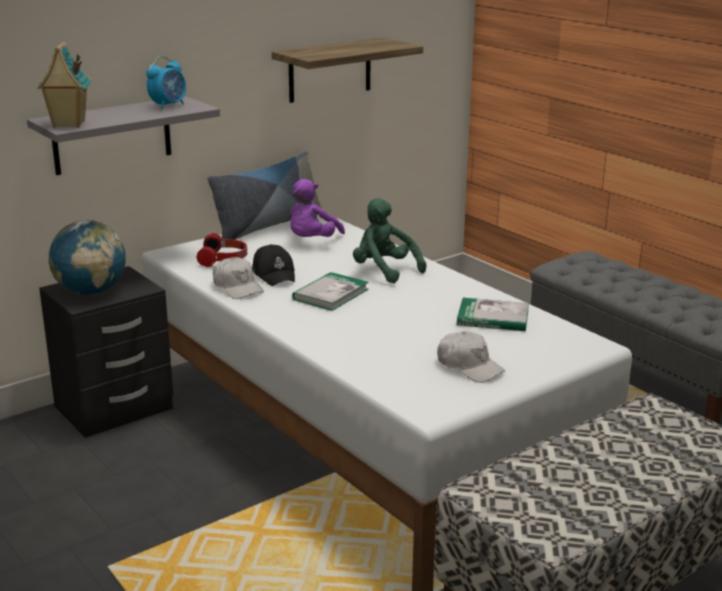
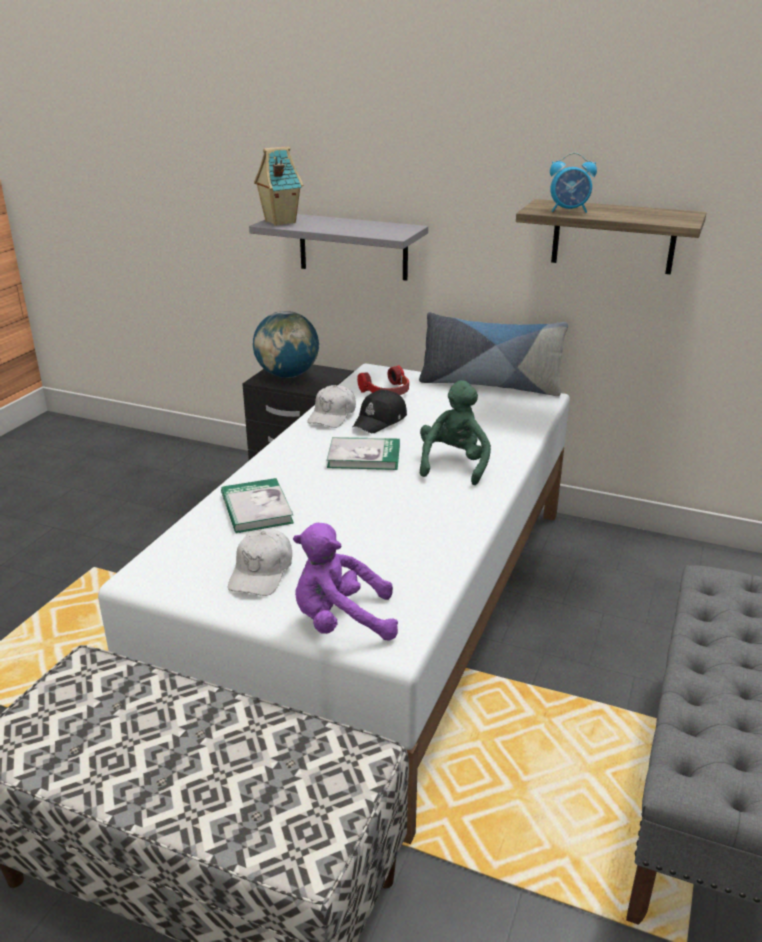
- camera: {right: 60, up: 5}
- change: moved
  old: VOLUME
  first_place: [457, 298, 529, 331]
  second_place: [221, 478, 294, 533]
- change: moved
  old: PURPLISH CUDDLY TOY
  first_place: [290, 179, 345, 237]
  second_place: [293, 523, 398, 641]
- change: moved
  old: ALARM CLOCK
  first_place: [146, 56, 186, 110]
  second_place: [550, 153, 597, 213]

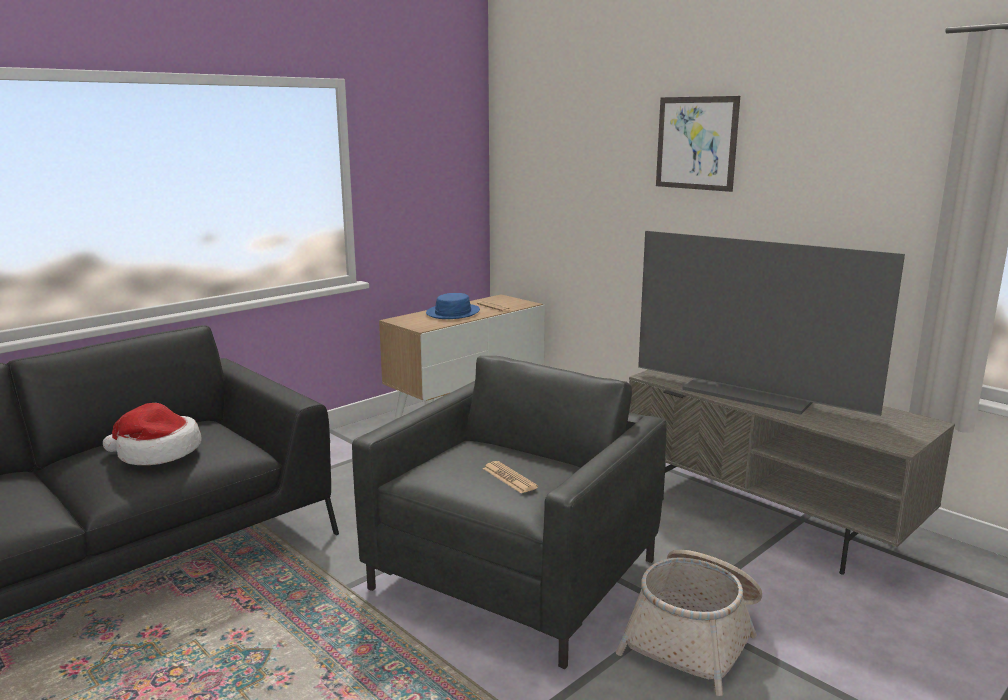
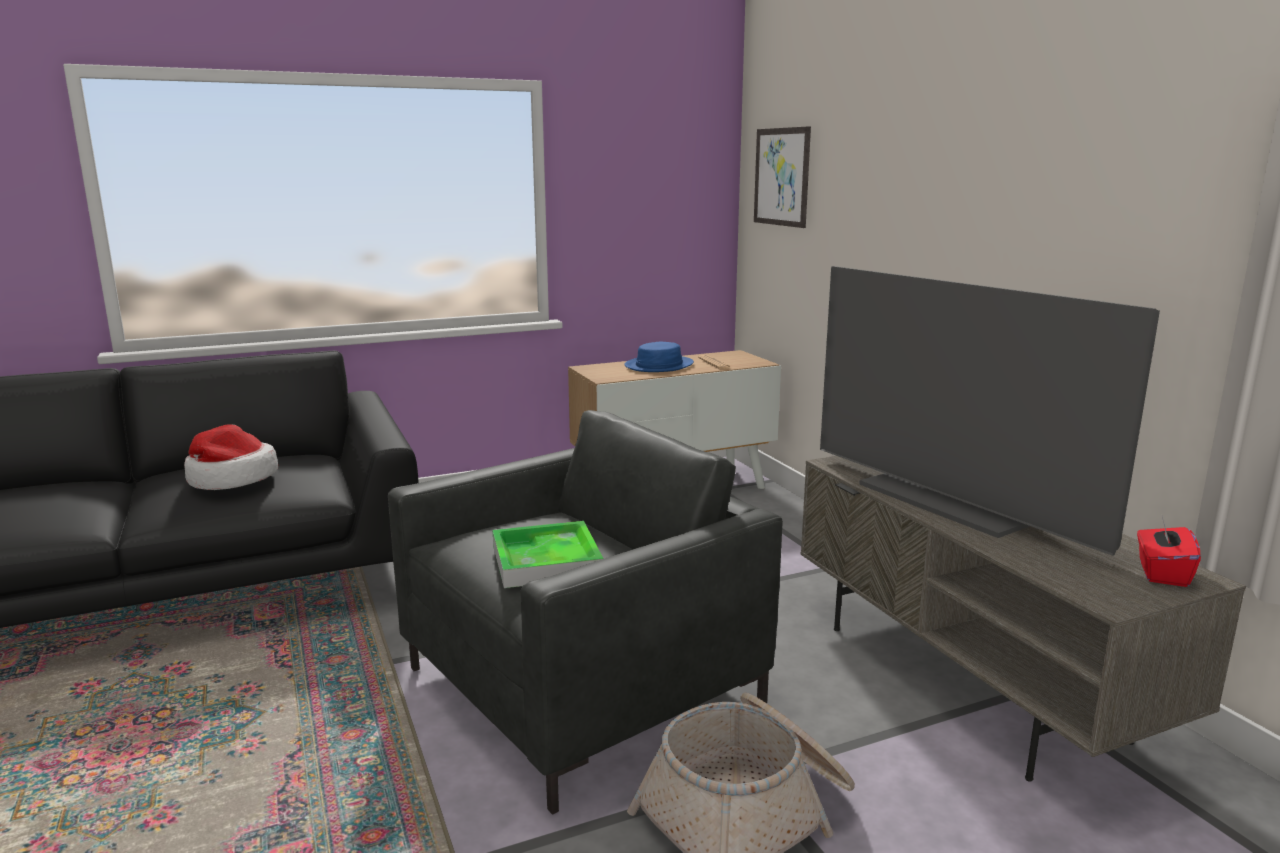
- camera: {right: 20, up: 0}
- change: replaced
  old: PRINTED PAPER
  new: CARRYING TRAY
  first_place: [483, 461, 538, 494]
  second_place: [493, 521, 604, 588]
- change: moved
  old: WALL ART
  first_place: [656, 96, 740, 192]
  second_place: [754, 126, 811, 228]
- change: added
  new: RED-COLOURED BOX OF TISSUES
  second_place: [1137, 516, 1201, 587]

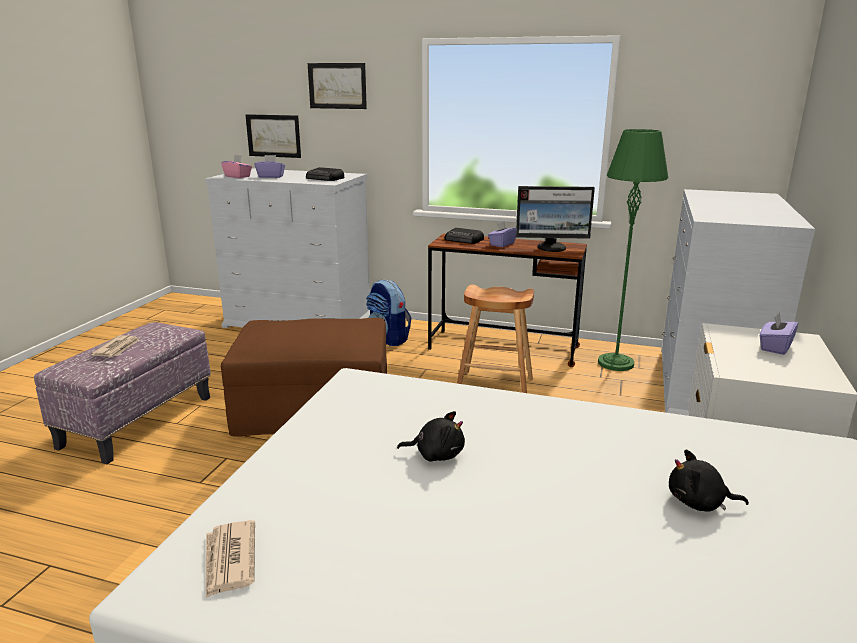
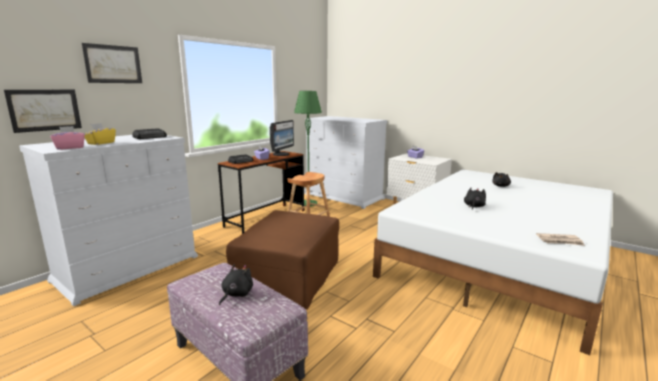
- camera: {right: -70, up: -5}
- change: recoloured
  old: PURPLISH BOX OF TISSUES
  new: YELLOW BOX OF TISSUES
  first_place: [255, 155, 285, 178]
  second_place: [84, 123, 116, 145]
- change: replaced
  old: PRINTED PAPER
  new: BLACK CUDDLY TOY
  first_place: [91, 335, 139, 357]
  second_place: [219, 264, 253, 305]
- change: removed
  old: BACKPACK
  first_place: [366, 279, 411, 346]

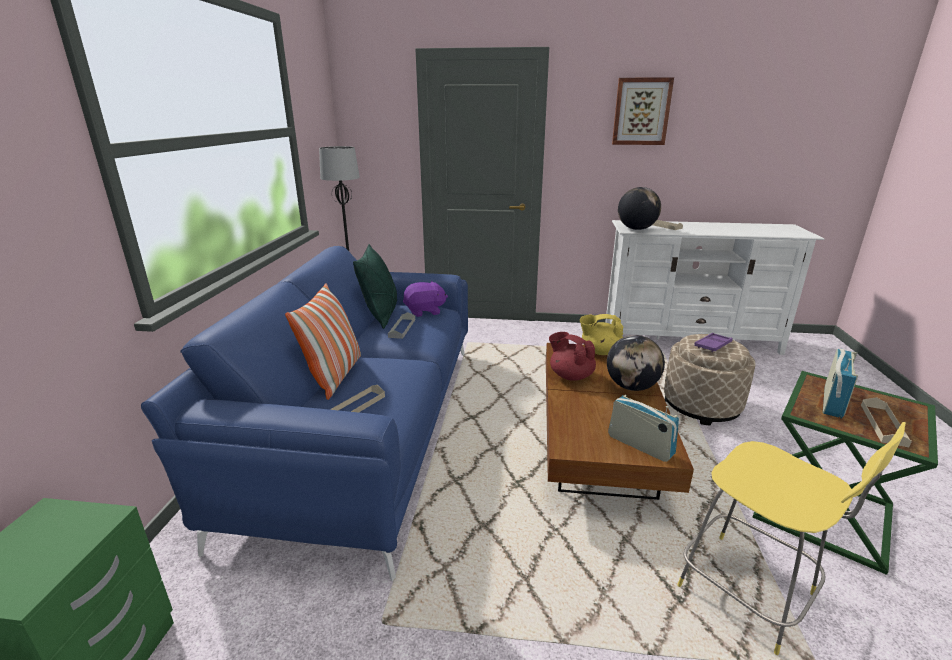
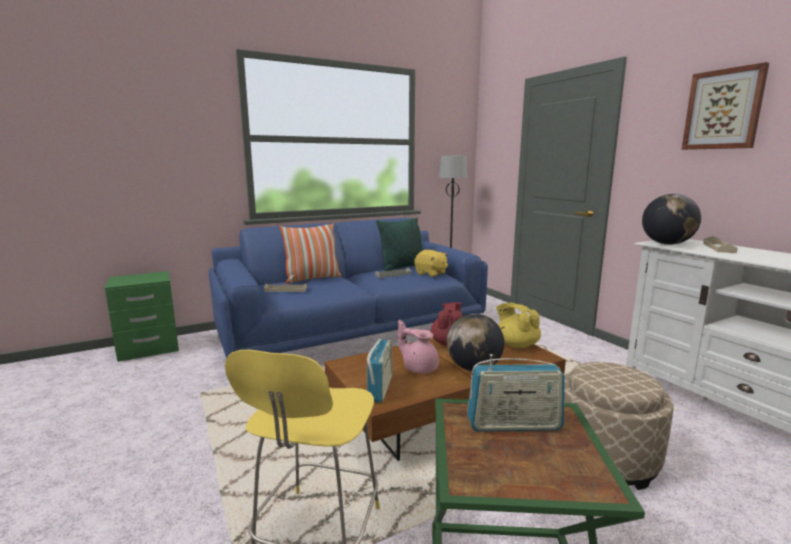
- camera: {right: 55, up: -10}
- change: added
  new: PINK-COLOURED TEAPOT
  second_place: [398, 320, 439, 374]
- change: recoloured
  old: PURPLISH CUDDLY TOY
  new: YELLOW CUDDLY TOY
  first_place: [403, 281, 448, 317]
  second_place: [414, 250, 448, 277]
- change: removed
  old: PURPLISH CARRYING TRAY
  first_place: [694, 333, 733, 352]
- change: removed
  old: BEIGE CARRYING TRAY
  first_place: [861, 397, 912, 447]

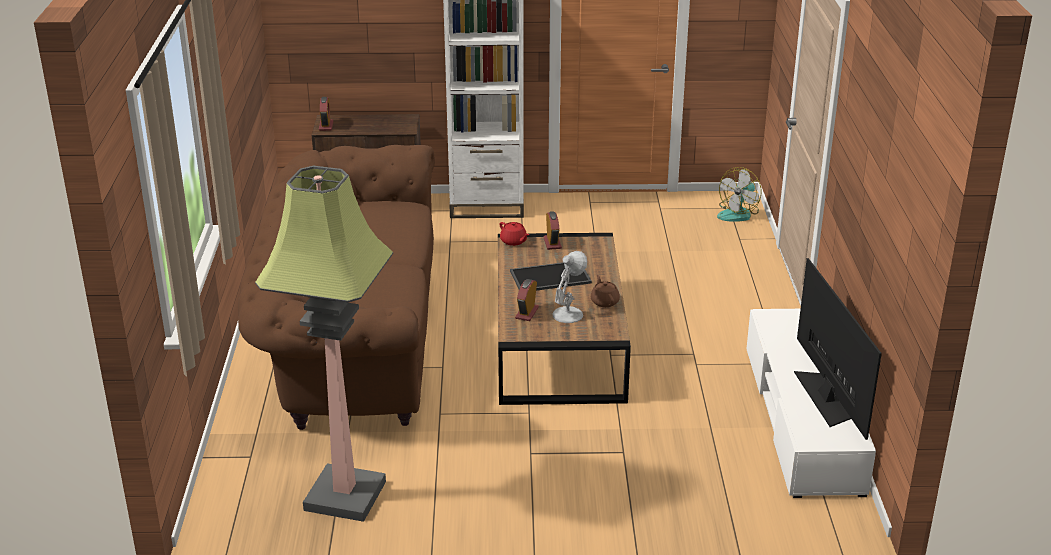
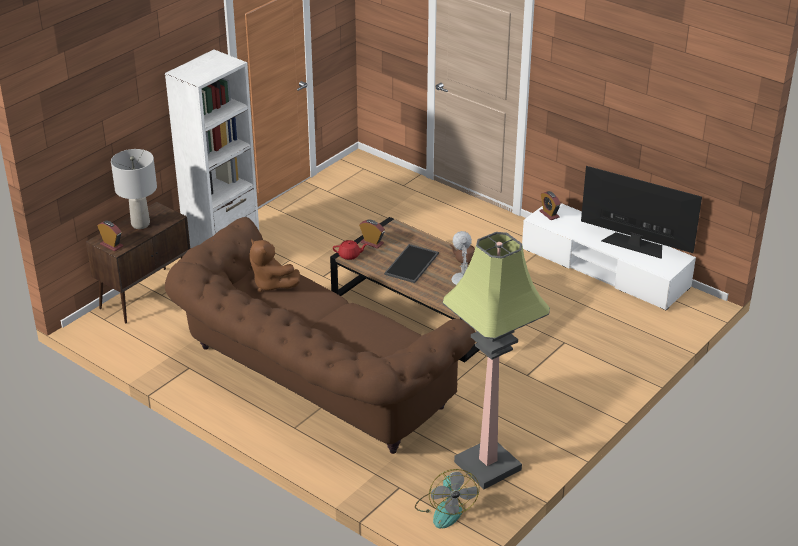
- camera: {right: -50, up: 5}
- change: added
  new: GREY TABLE LAMP
  second_place: [111, 149, 157, 229]
- change: added
  new: BROWN CUDDLY TOY
  second_place: [249, 239, 300, 292]
- change: moved
  old: COOLING FAN
  first_place: [717, 167, 761, 222]
  second_place: [415, 469, 479, 529]
- change: moved
  old: ALARM CLOCK
  first_place: [515, 279, 539, 321]
  second_place: [540, 191, 561, 220]

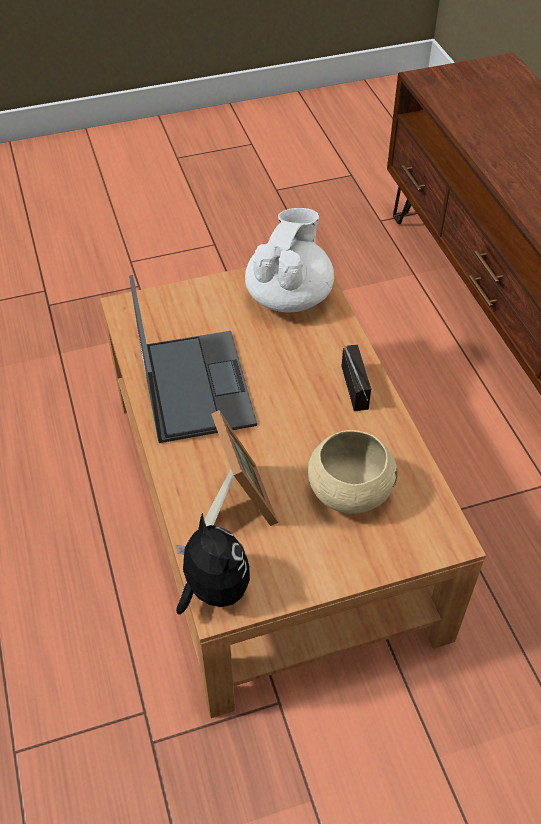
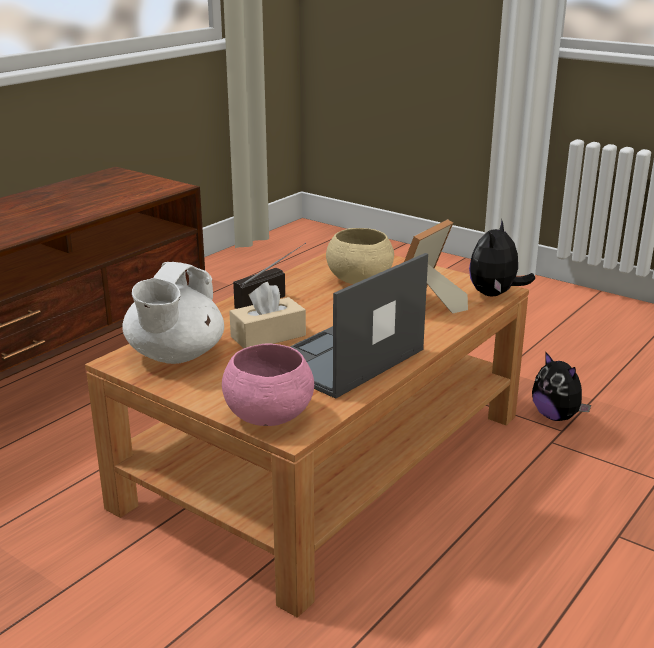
- camera: {right: -125, up: -25}
- change: turned
  old: WHITE-COLOURED TEAPOT
  first_place: [245, 208, 334, 312]
  second_place: [122, 262, 224, 364]
  degrees: -60
- change: added
  new: PINK-COLOURED DEEP DISH
  second_place: [222, 344, 314, 426]
- change: added
  new: BEIGE BOX OF TISSUES
  second_place: [229, 282, 306, 348]
- change: added
  new: CUDDLY TOY
  second_place: [532, 351, 591, 421]

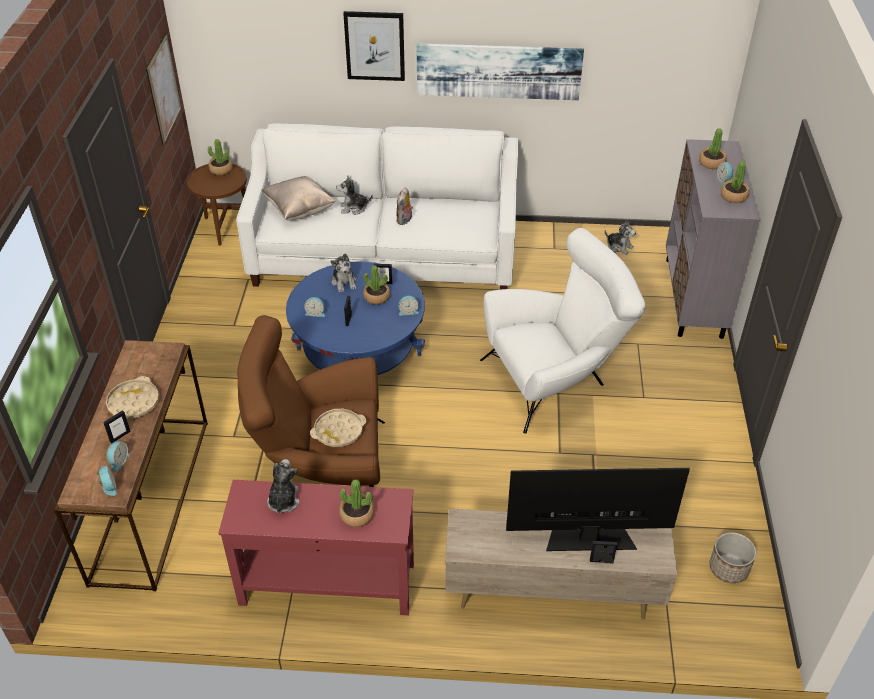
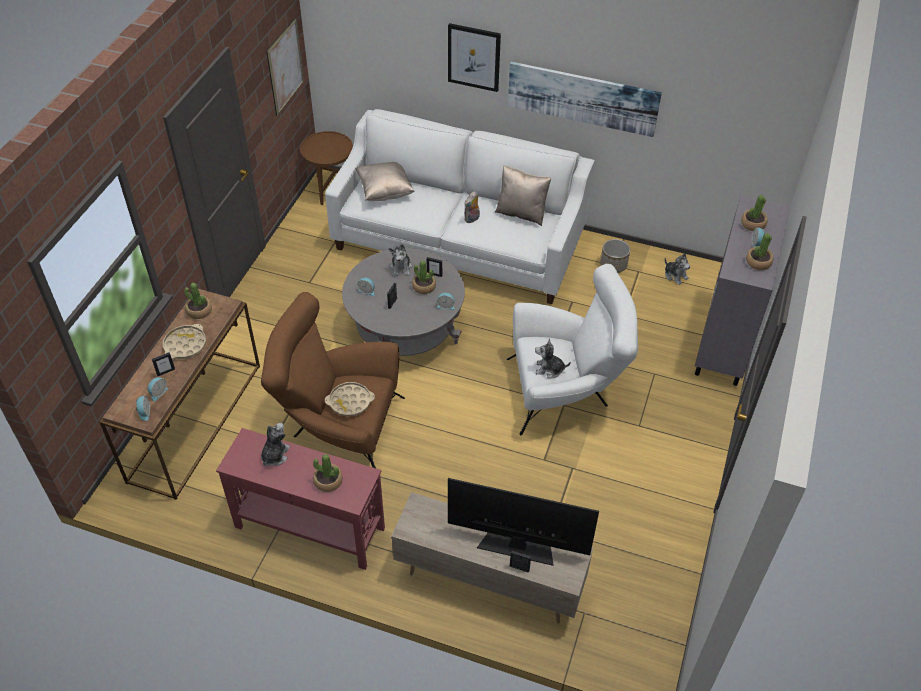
- camera: {right: 15, up: 5}
- change: moved
  old: HOUSEPLANT
  first_place: [208, 139, 233, 175]
  second_place: [184, 283, 212, 319]
- change: recoloured
  old: BLUE-COLOURED LOW TABLE
  new: GREY LOW TABLE
  first_place: [286, 261, 425, 375]
  second_place: [342, 248, 465, 356]
- change: added
  new: BEIGE CUSHION
  second_place: [495, 165, 551, 226]
- change: moved
  old: CUDDLY TOY
  first_place: [336, 175, 373, 215]
  second_place: [535, 339, 571, 378]
- change: moved
  old: PLANT POT
  first_place: [709, 532, 756, 584]
  second_place: [600, 239, 630, 273]

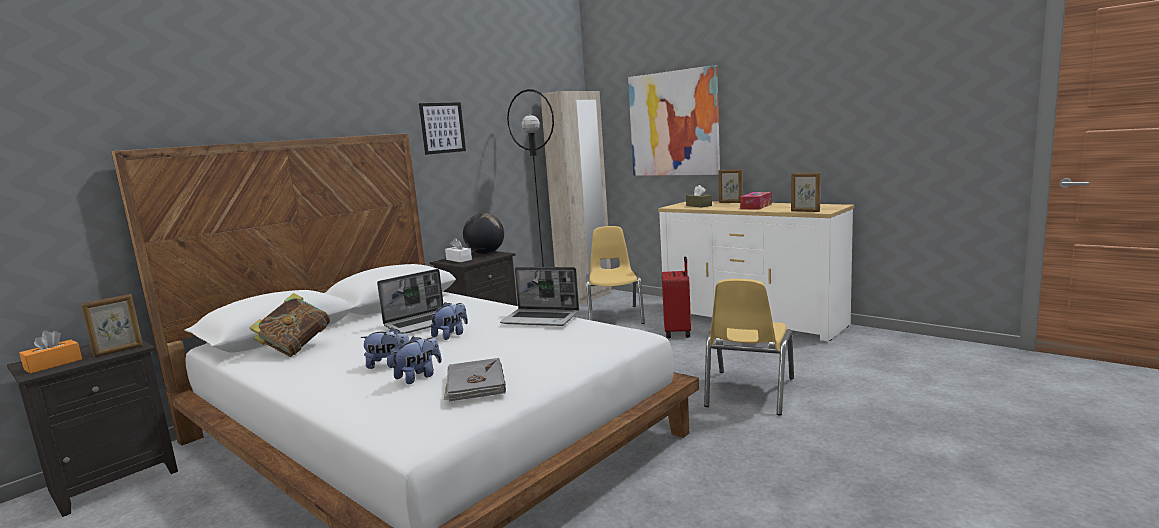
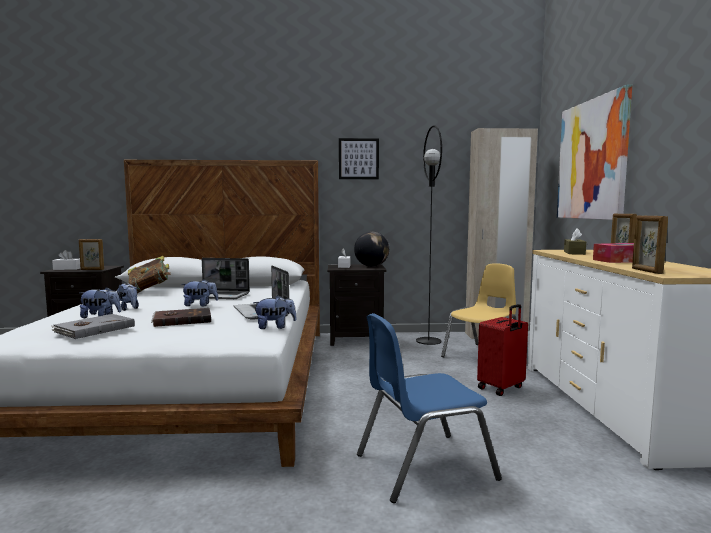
- camera: {right: 45, up: -5}
- change: recoloured
  old: ORANGE BOX OF TISSUES
  new: WHITE-COLOURED BOX OF TISSUES
  first_place: [19, 331, 82, 374]
  second_place: [52, 250, 81, 270]
- change: added
  new: BROWN VOLUME
  second_place: [151, 308, 211, 327]
- change: added
  new: CUDDLY TOY
  second_place: [253, 295, 297, 329]
- change: recoloured
  old: YELLOW CHAIR
  new: BLUE-COLOURED CHAIR
  first_place: [704, 279, 794, 416]
  second_place: [357, 313, 502, 503]

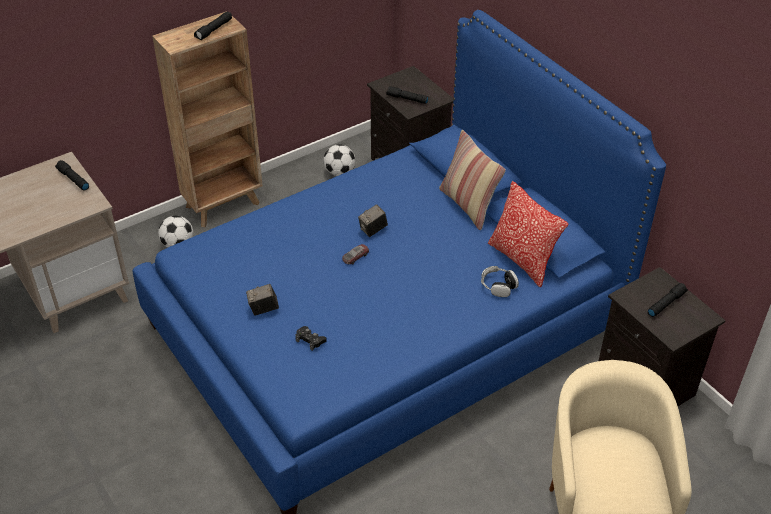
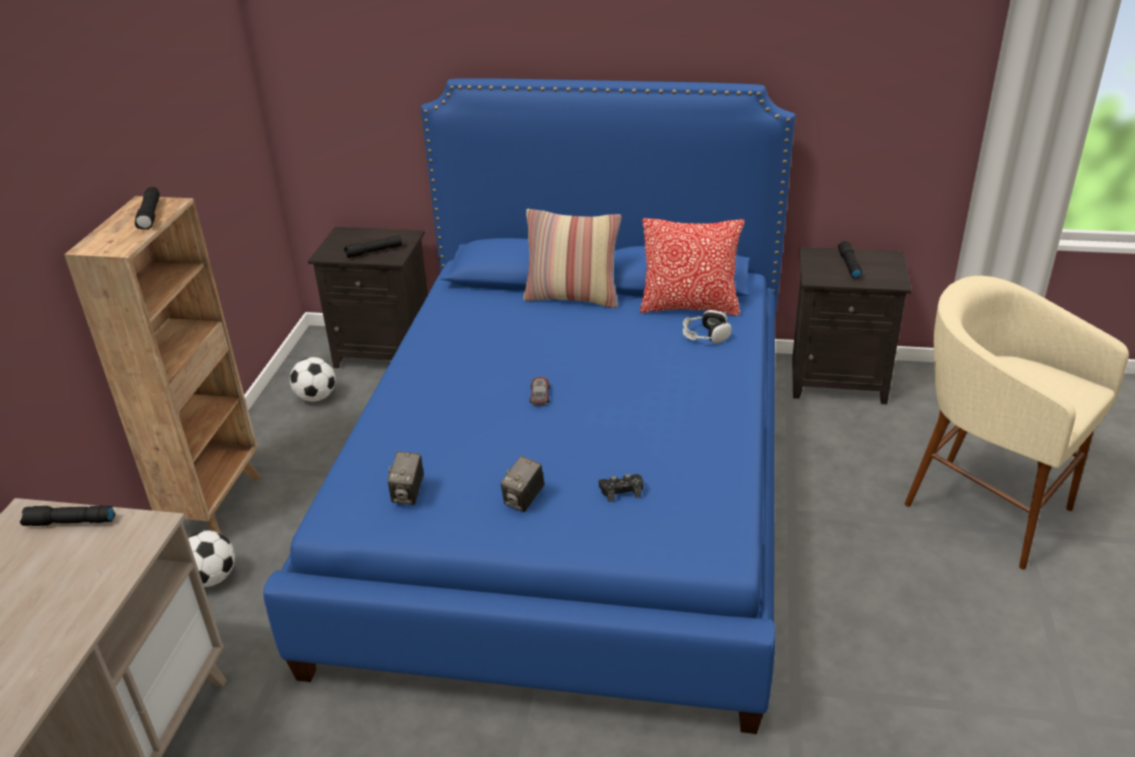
- camera: {right: -45, up: -10}
- change: moved
  old: PHOTO CAMERA
  first_place: [358, 204, 388, 237]
  second_place: [388, 451, 424, 505]

